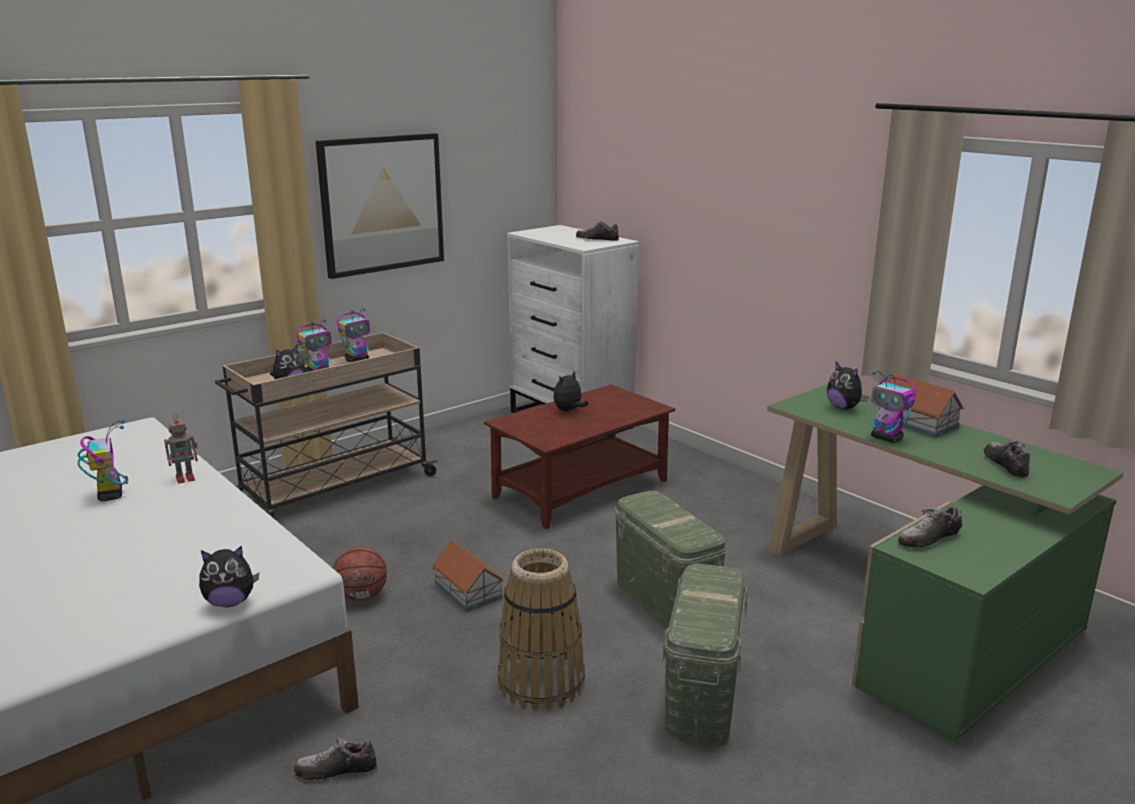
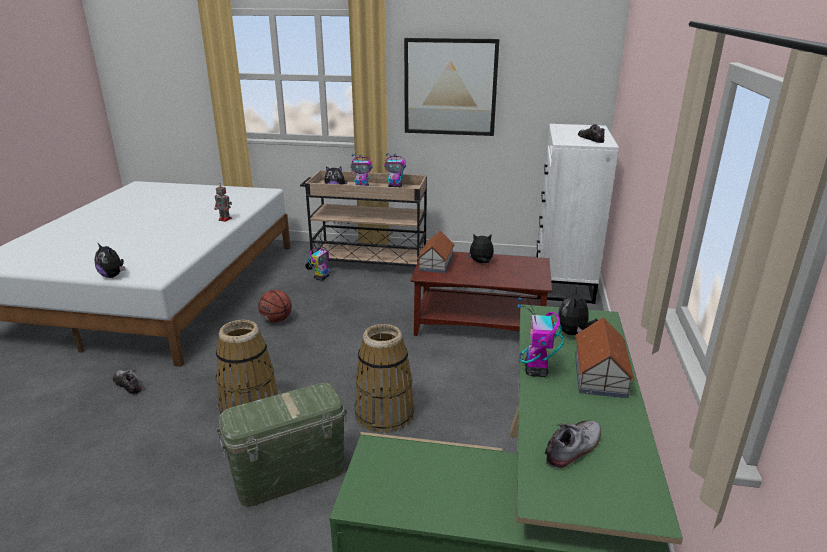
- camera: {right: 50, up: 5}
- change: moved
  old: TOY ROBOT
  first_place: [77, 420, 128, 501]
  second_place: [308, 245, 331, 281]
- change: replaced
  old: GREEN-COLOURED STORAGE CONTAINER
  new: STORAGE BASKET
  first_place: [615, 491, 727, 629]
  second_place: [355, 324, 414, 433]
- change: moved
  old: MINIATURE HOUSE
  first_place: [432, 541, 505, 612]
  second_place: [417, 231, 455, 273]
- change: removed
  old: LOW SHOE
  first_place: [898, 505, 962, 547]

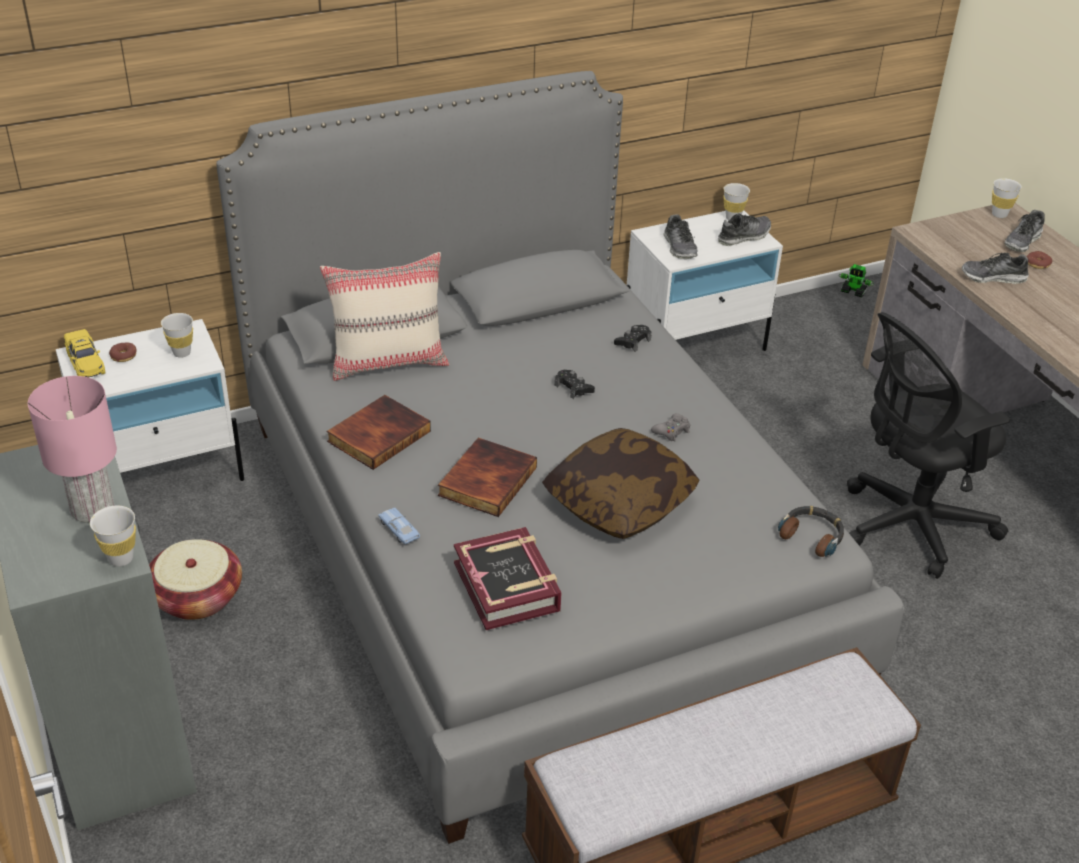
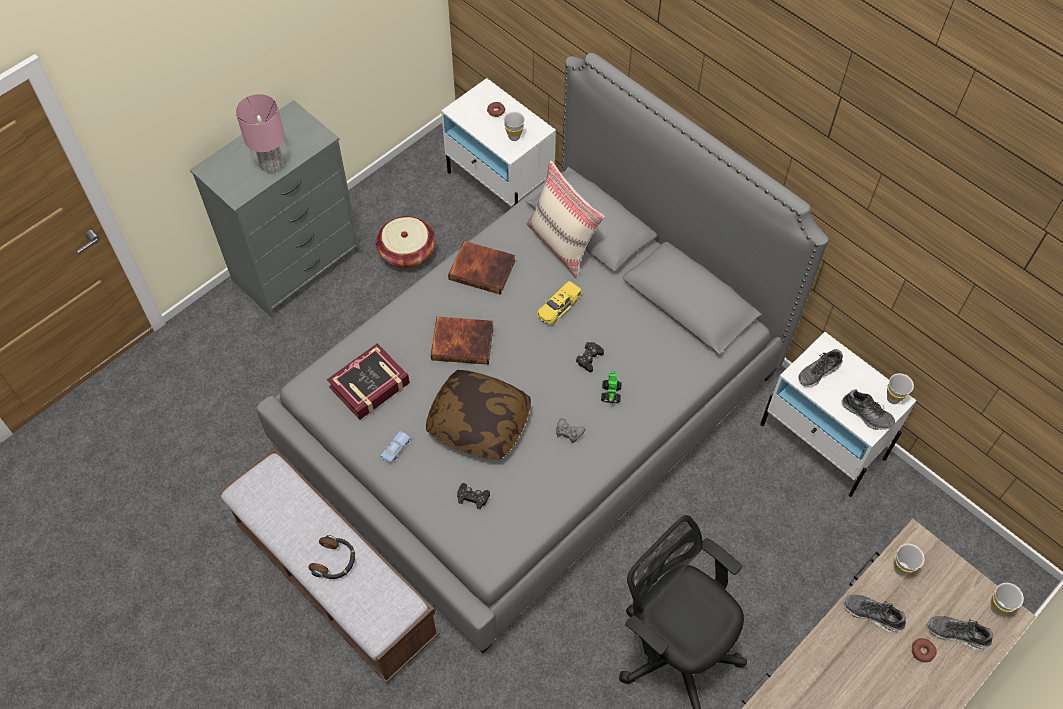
- camera: {right: 70, up: 20}
- change: moved
  old: HEADPHONES
  first_place: [778, 506, 844, 557]
  second_place: [308, 535, 355, 579]
- change: moved
  old: BLUE-COLOURED TOY CAR
  first_place: [378, 507, 420, 544]
  second_place: [380, 431, 411, 463]
- change: moved
  old: BLACK GAMEPAD
  first_place: [614, 325, 651, 352]
  second_place: [457, 483, 490, 510]
- change: moved
  old: YELLOW TOY CAR
  first_place: [64, 329, 105, 377]
  second_place: [537, 281, 581, 325]
- change: moved
  old: TOY ROBOT
  first_place: [839, 264, 874, 298]
  second_place: [601, 370, 622, 403]
- change: turned
  old: LOW SHOE
  first_place: [962, 253, 1029, 284]
  second_place: [844, 594, 906, 633]
  degrees: -45
- change: moved
  old: WHITE-COLOURED CUP
  first_place: [90, 506, 136, 567]
  second_place: [894, 544, 924, 576]

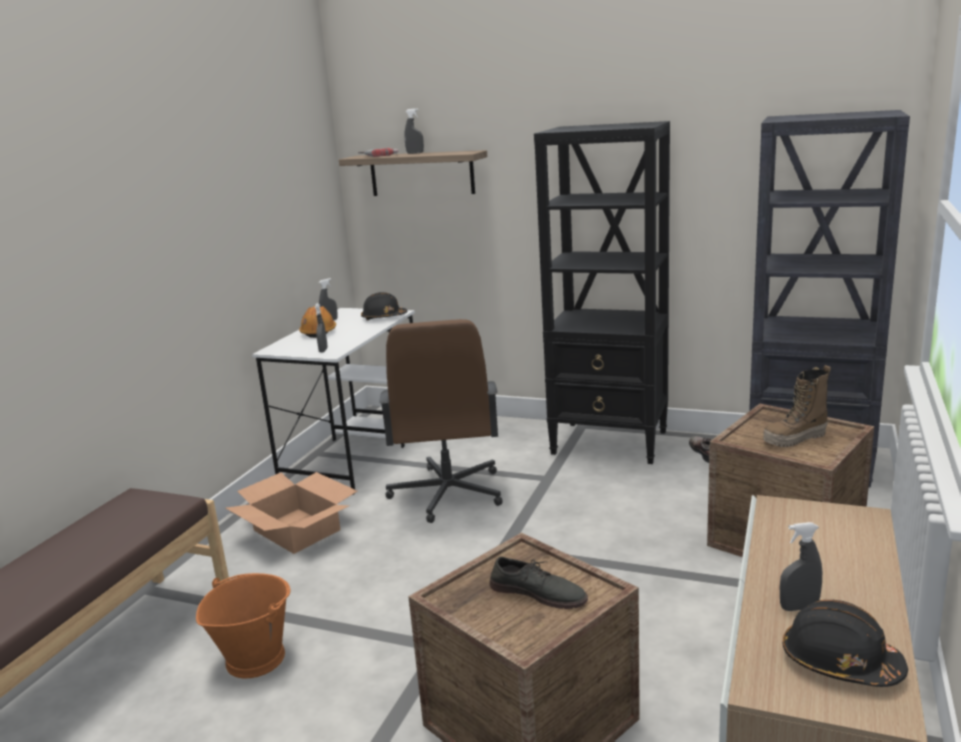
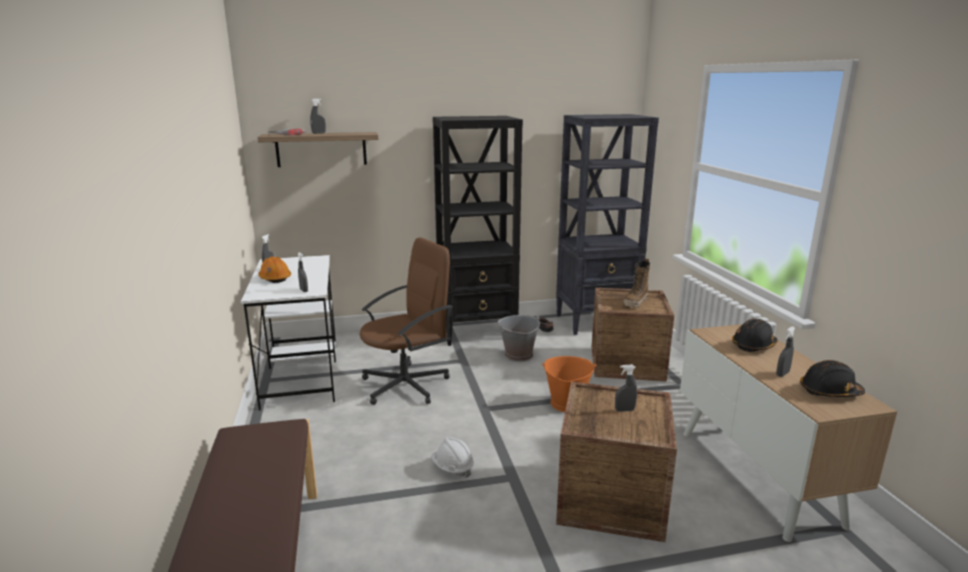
- camera: {right: -35, up: 0}
- change: turned
  old: BROWN DESK CHAIR
  first_place: [379, 319, 502, 523]
  second_place: [359, 237, 453, 405]
  degrees: -90
- change: added
  new: WHITE-COLOURED SAFETY HELMET
  second_place: [431, 437, 474, 478]
- change: added
  new: GREY WATER BUCKET
  second_place: [498, 315, 540, 362]
- change: moved
  old: ORANGE WATER BUCKET
  first_place: [196, 573, 290, 679]
  second_place: [542, 356, 597, 412]
- change: replaced
  old: GREY LOW SHOE
  new: GREY HAND SPRAYER
  first_place: [489, 557, 588, 609]
  second_place: [615, 365, 637, 412]
- change: moved
  old: BLACK SAFETY HELMET
  first_place: [361, 292, 408, 320]
  second_place: [732, 319, 778, 352]
- change: removed
  old: PACKING BOX
  first_place: [226, 472, 357, 554]

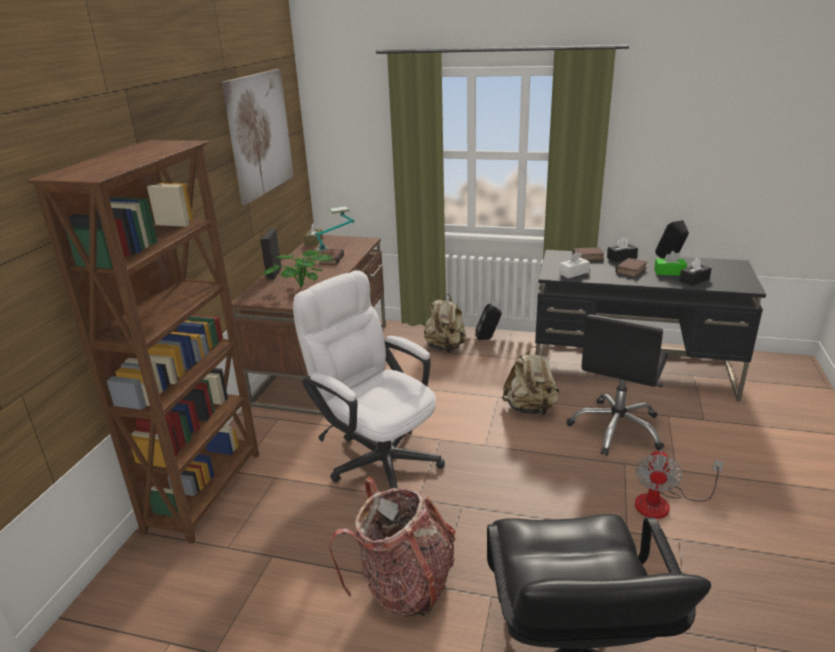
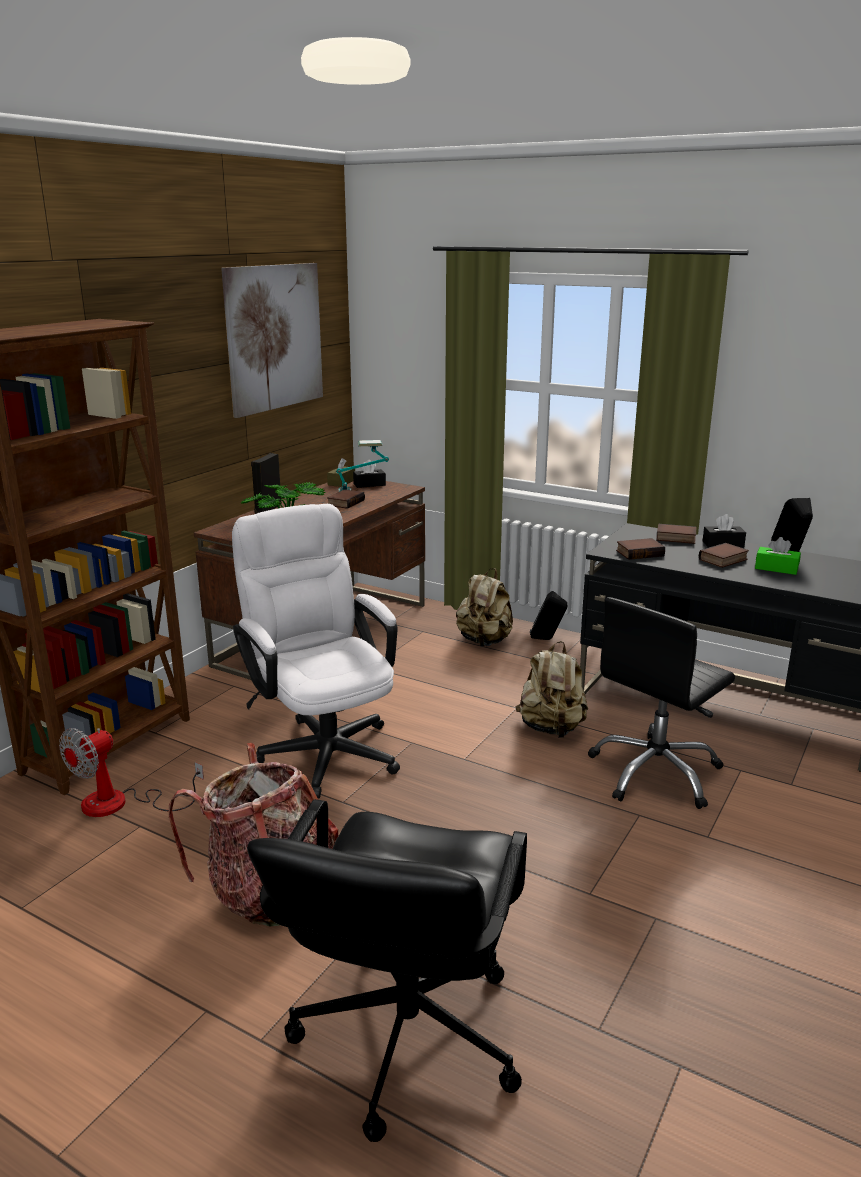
- camera: {right: 15, up: -5}
- change: moved
  old: COOLING FAN
  first_place: [635, 450, 724, 519]
  second_place: [59, 728, 204, 817]
- change: moved
  old: BLACK BOX OF TISSUES
  first_place: [679, 257, 712, 286]
  second_place: [353, 460, 386, 488]
- change: replaced
  old: WHITE-COLOURED BOX OF TISSUES
  new: VOLUME
  first_place: [559, 252, 590, 278]
  second_place: [616, 538, 665, 560]

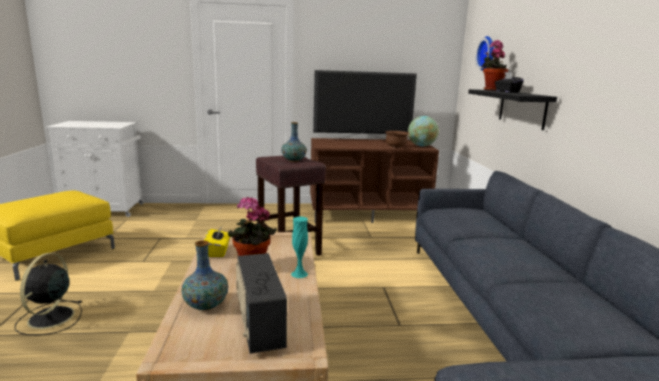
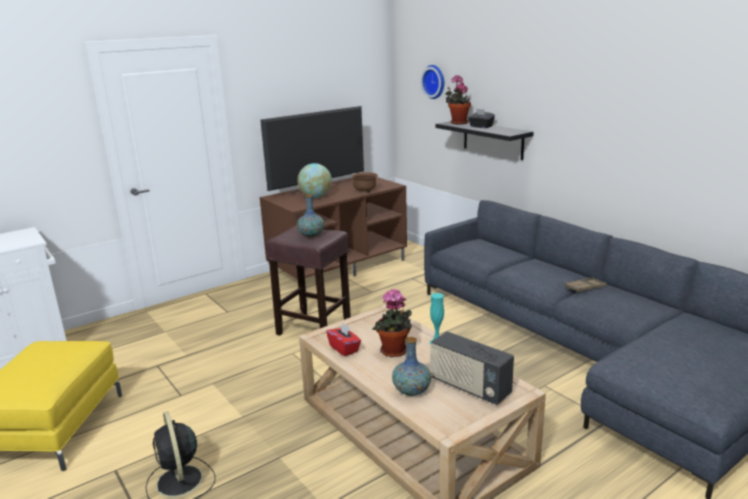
- camera: {right: -30, up: 5}
- change: moved
  old: WORLD GLOBE
  first_place: [408, 116, 439, 146]
  second_place: [297, 163, 332, 198]
- change: recoloured
  old: YELLOW BOX OF TISSUES
  new: RED-COLOURED BOX OF TISSUES
  first_place: [204, 226, 230, 257]
  second_place: [326, 323, 361, 356]
- change: added
  new: BROWN CARRYING TRAY
  second_place: [565, 278, 607, 293]

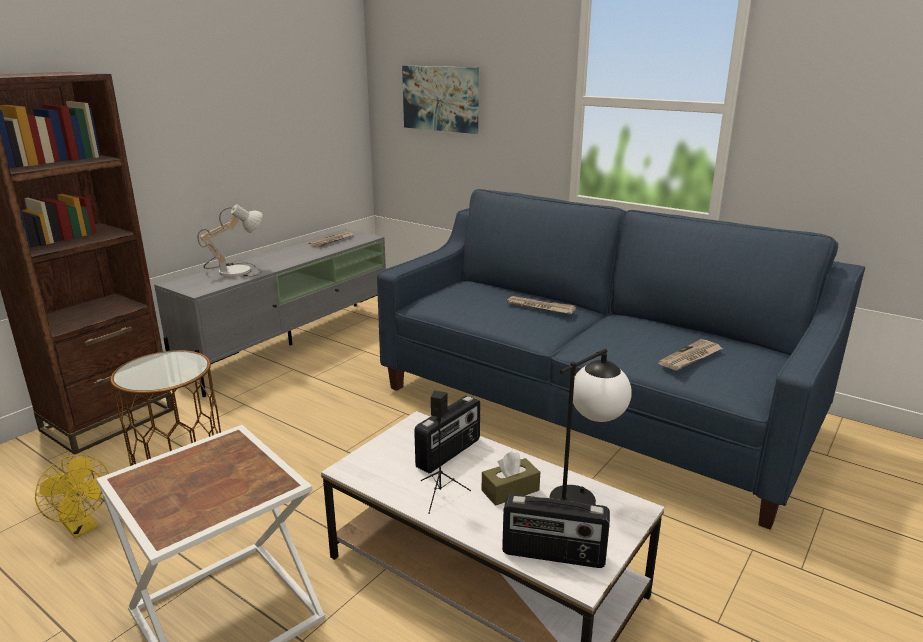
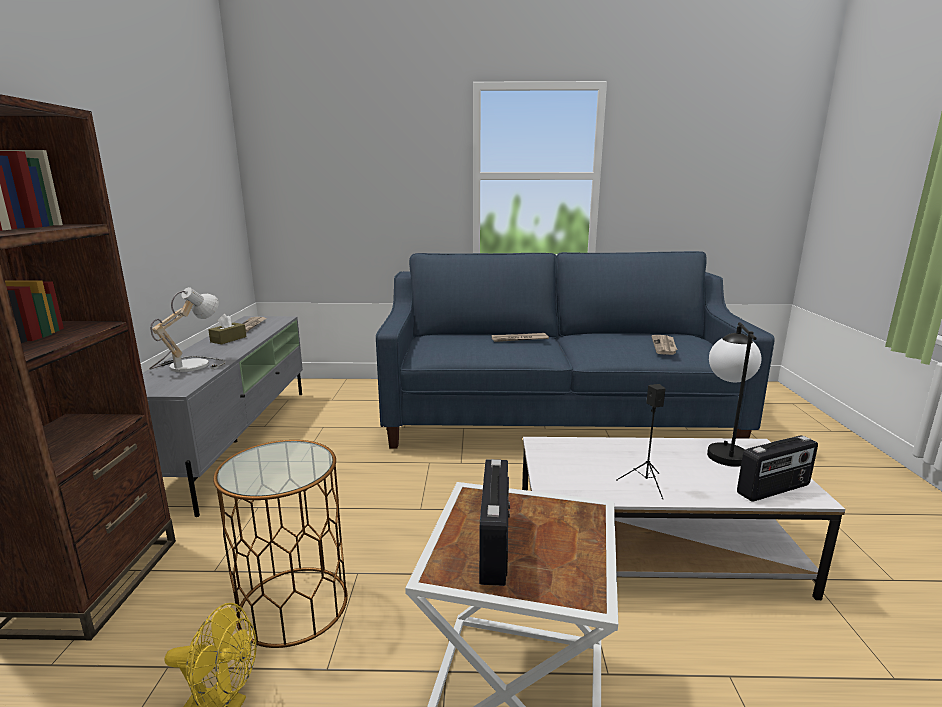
- camera: {right: -35, up: -5}
- change: moved
  old: BROWN BOX OF TISSUES
  first_place: [482, 451, 540, 506]
  second_place: [208, 314, 247, 344]
- change: moved
  old: RADIO
  first_place: [414, 395, 480, 473]
  second_place: [479, 459, 510, 586]
- change: removed
  old: WALL ART
  first_place: [402, 66, 479, 134]

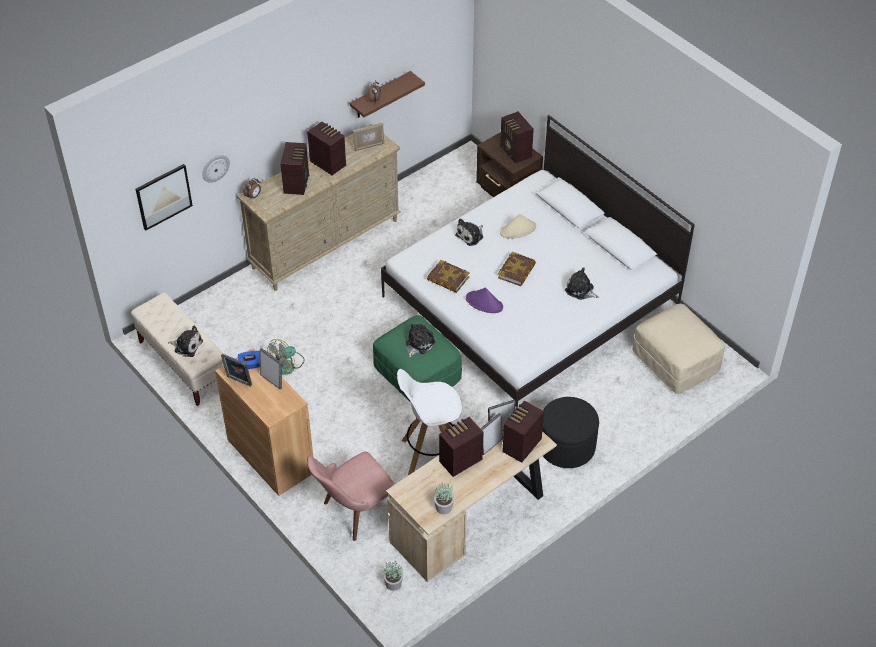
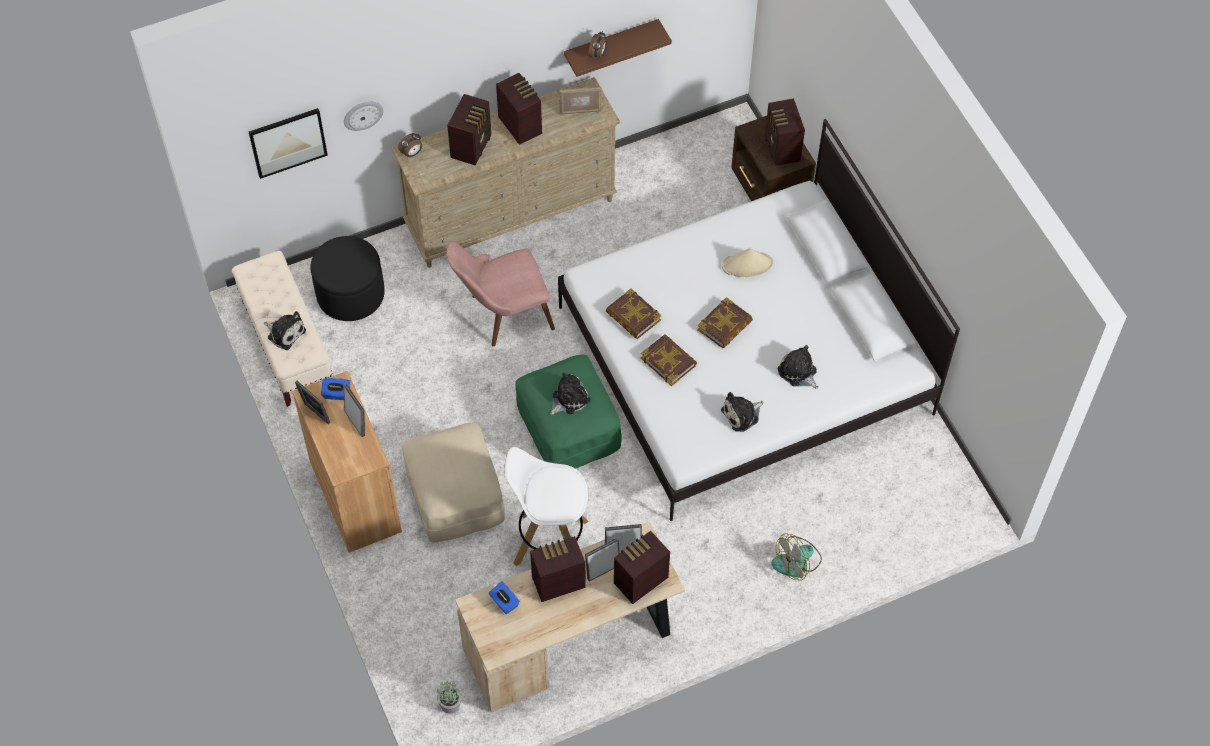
- camera: {right: 15, up: 10}
- change: moved
  old: BLACK POUFFE
  first_place: [542, 397, 599, 468]
  second_place: [310, 236, 385, 321]
- change: moved
  old: BEIGE POUFFE
  first_place: [632, 303, 724, 394]
  second_place: [402, 423, 505, 543]
- change: moved
  old: PINK-COLOURED CHAIR
  first_place: [307, 451, 395, 541]
  second_place: [447, 241, 555, 347]
- change: added
  new: BLUE-COLOURED BOX OF TISSUES
  second_place: [489, 581, 520, 614]
- change: replaced
  old: PURPLISH CLOTHING HAT
  new: VOLUME
  first_place: [466, 287, 503, 313]
  second_place: [641, 334, 697, 386]
- change: moved
  old: CUDDLY TOY
  first_place: [455, 218, 483, 246]
  second_place: [721, 392, 763, 432]
- change: moved
  old: COOLING FAN
  first_place: [267, 339, 305, 375]
  second_place: [771, 533, 822, 580]
- change: removed
  old: HOUSEPLANT
  first_place: [434, 482, 454, 514]

